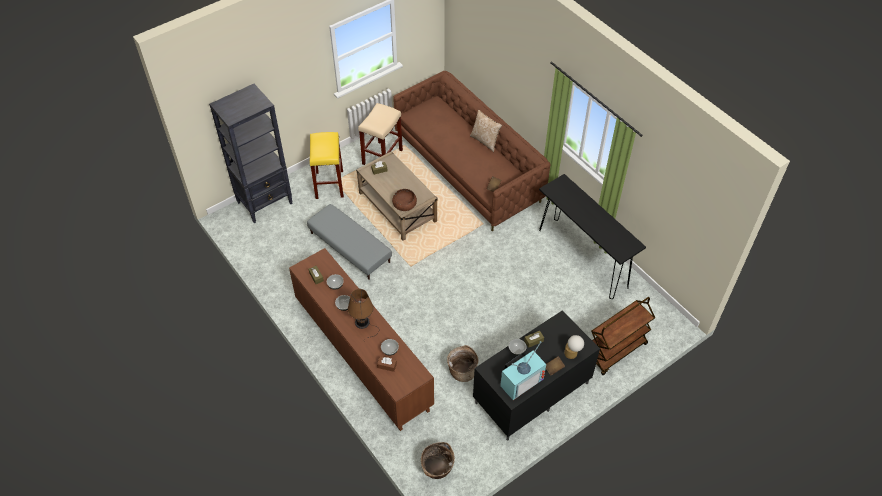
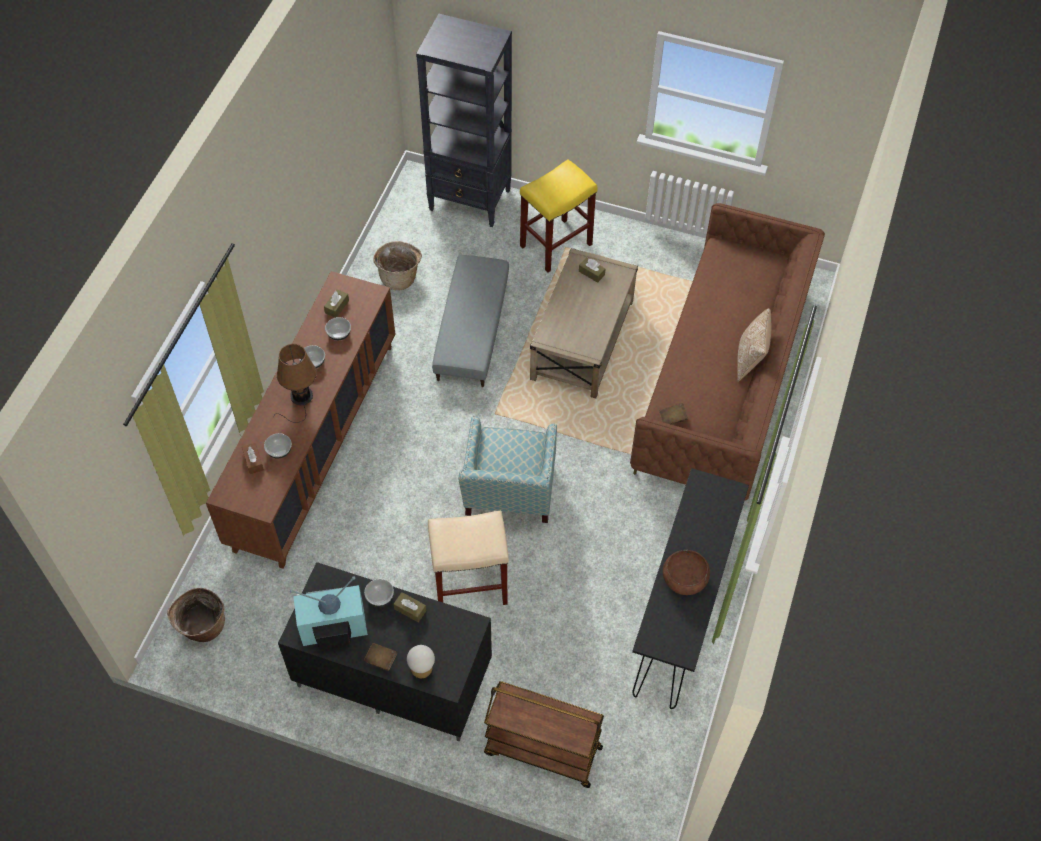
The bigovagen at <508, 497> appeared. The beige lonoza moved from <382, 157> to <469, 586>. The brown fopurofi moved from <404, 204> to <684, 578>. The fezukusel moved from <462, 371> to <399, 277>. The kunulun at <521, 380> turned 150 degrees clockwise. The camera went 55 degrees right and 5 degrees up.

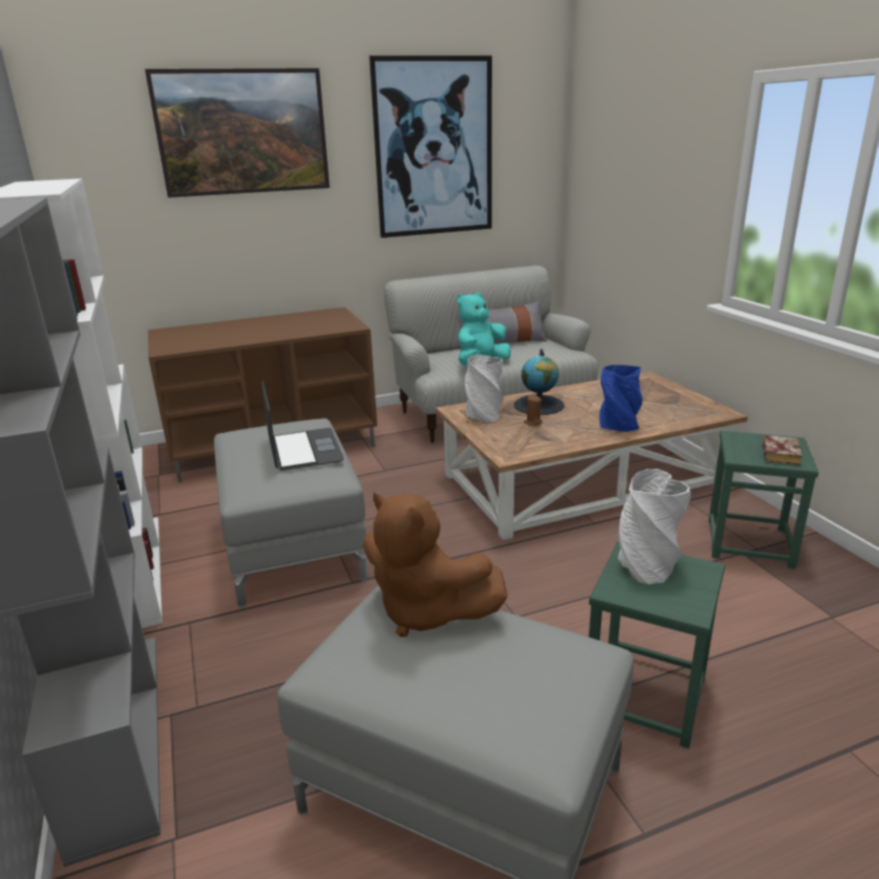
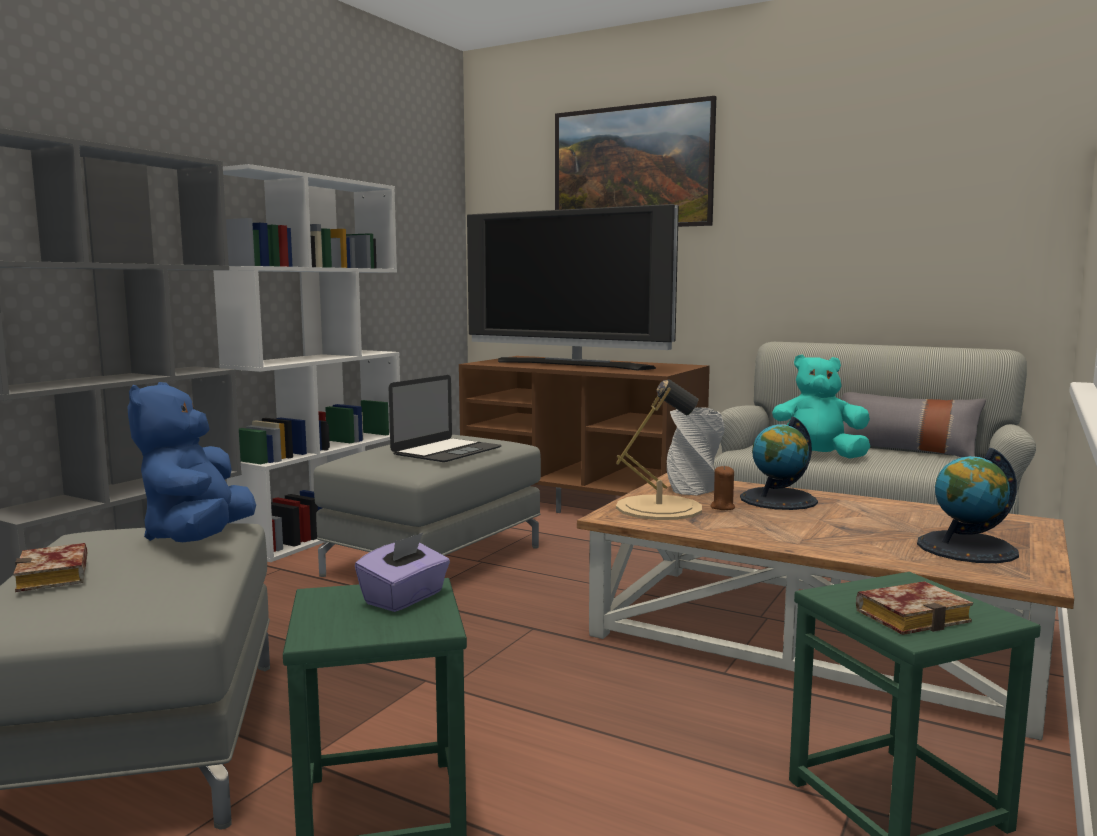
The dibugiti at <434, 148> disappeared. The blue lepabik at <619, 426> disappeared. The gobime at <56, 576> appeared. The kunulun at <572, 364> appeared. The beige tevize at <659, 507> appeared. The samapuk at <966, 548> appeared. The grey lepabik at <646, 564> was replaced by the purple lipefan at <405, 598>. The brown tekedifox at <425, 612> became the blue tekedifox at <198, 538>. The camera went 50 degrees right and 15 degrees down.

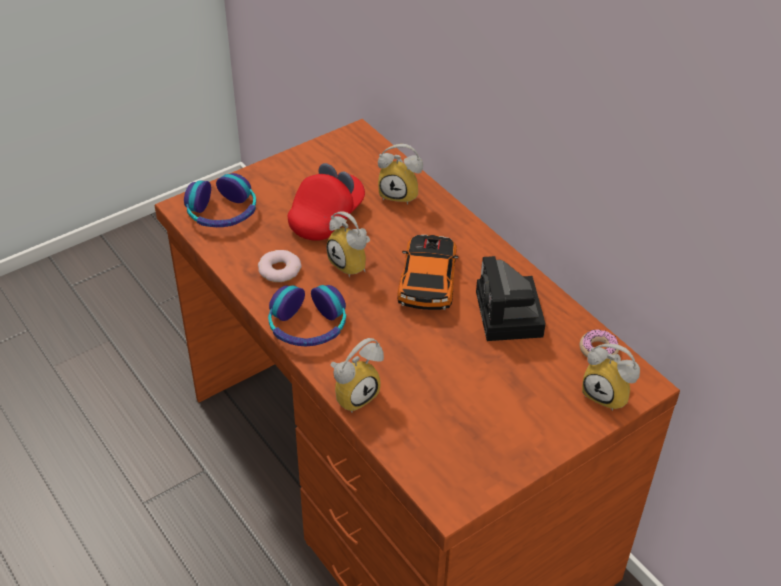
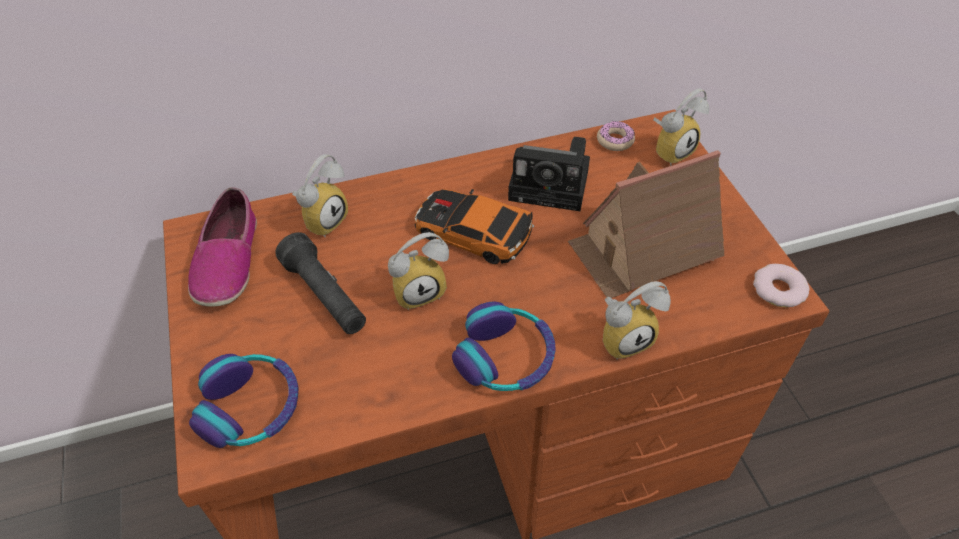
The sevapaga at <228, 261> appeared. The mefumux at <643, 250> appeared. The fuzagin moved from <279, 270> to <778, 289>. The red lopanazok at <327, 217> was replaced by the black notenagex at <325, 296>. The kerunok at <354, 393> turned 90 degrees clockwise. The camera went 70 degrees left and 5 degrees up.

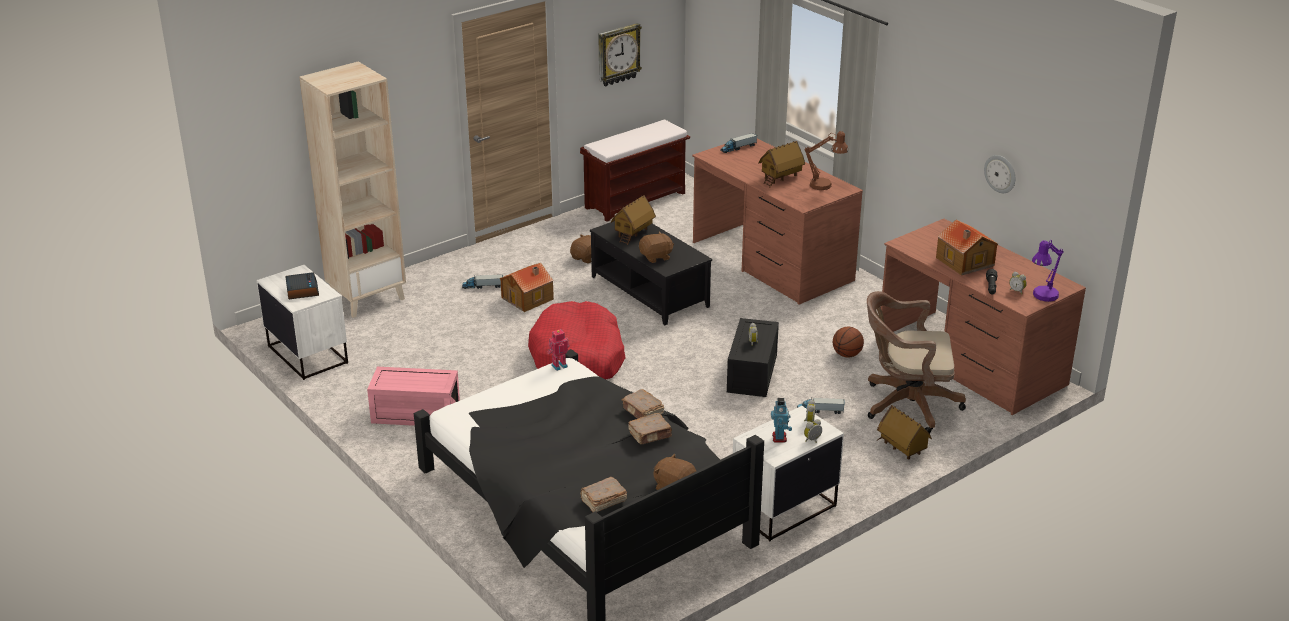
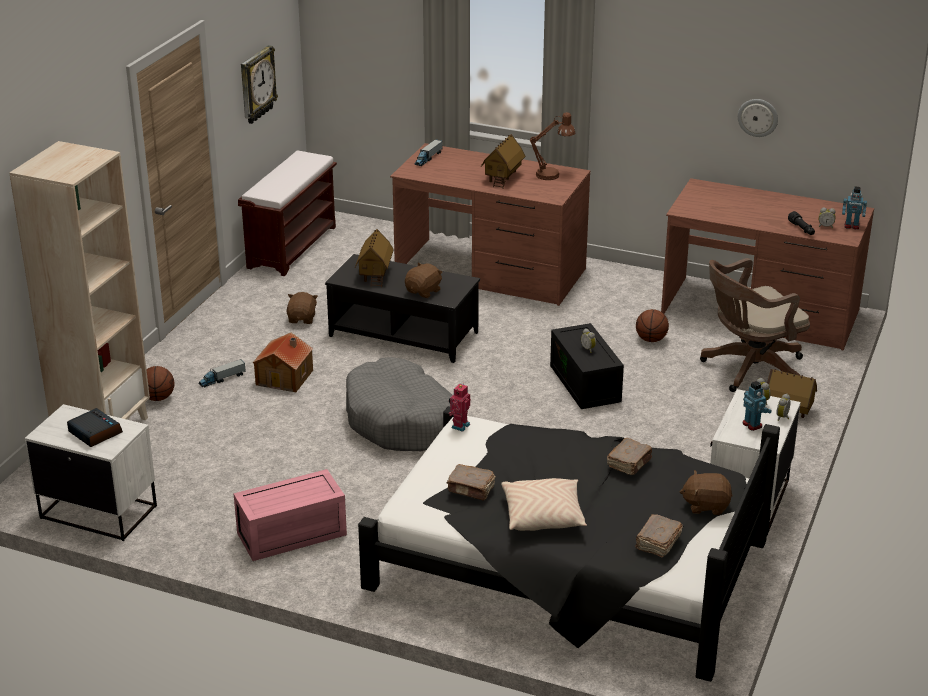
The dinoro at <820, 410> disappeared. The mefumux at <964, 262> disappeared. The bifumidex at <158, 398> appeared. The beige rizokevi at <543, 516> appeared. The brown gobime moved from <643, 412> to <471, 489>. The purple tevize at <1042, 297> was replaced by the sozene at <851, 226>. The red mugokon at <578, 357> became the grey mugokon at <402, 421>. The camera went 30 degrees left and 0 degrees up.

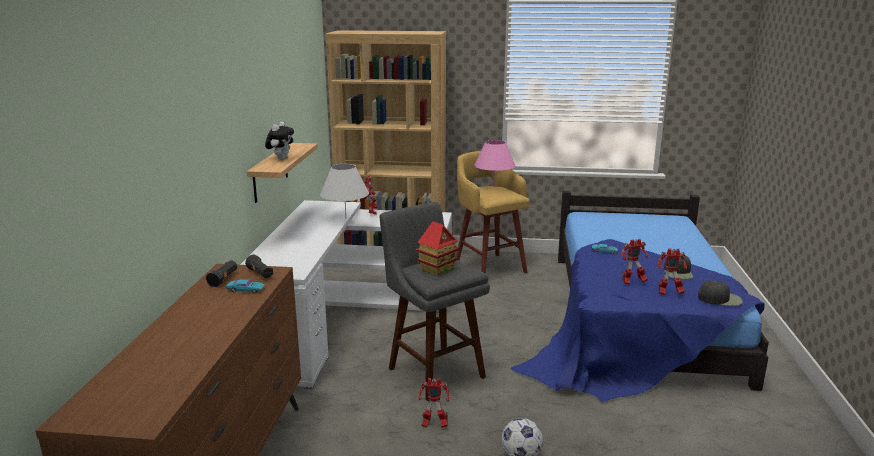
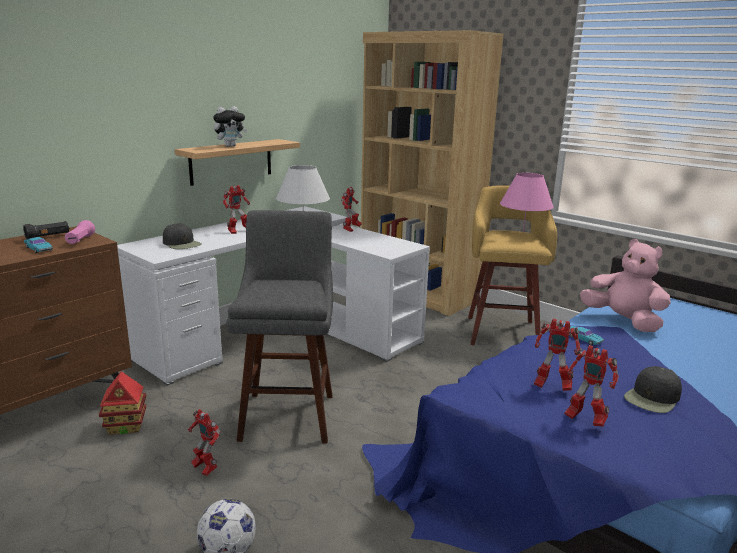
The sozene at <238, 231> appeared. The pink tekedifox at <623, 321> appeared. The mefumux moved from <437, 269> to <126, 426>. The black lopanazok moved from <720, 299> to <182, 244>. The black notenagex at <260, 274> became the pink notenagex at <80, 240>. The camera went 35 degrees right and 0 degrees up.

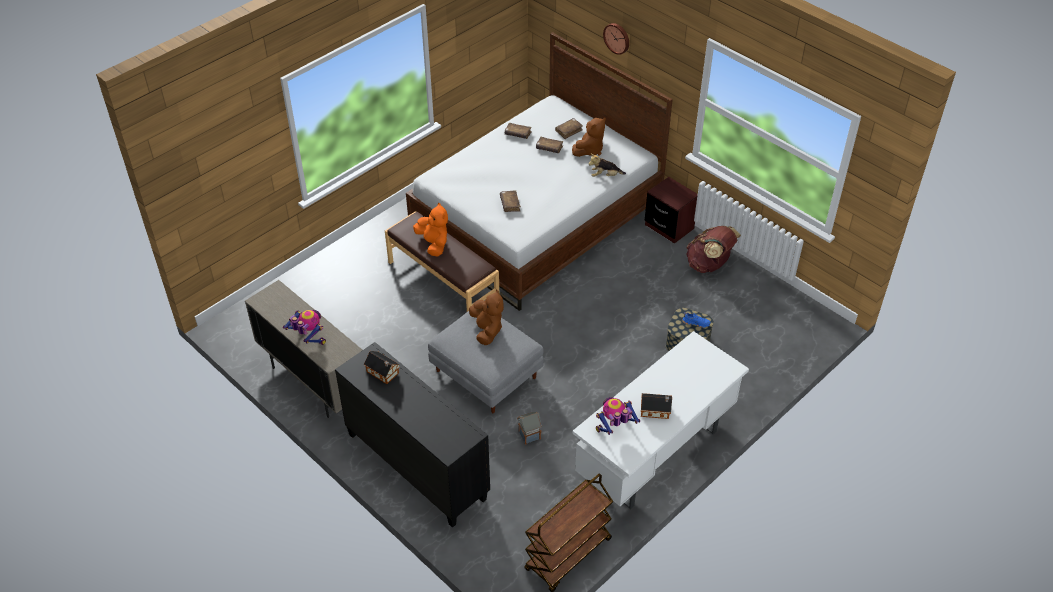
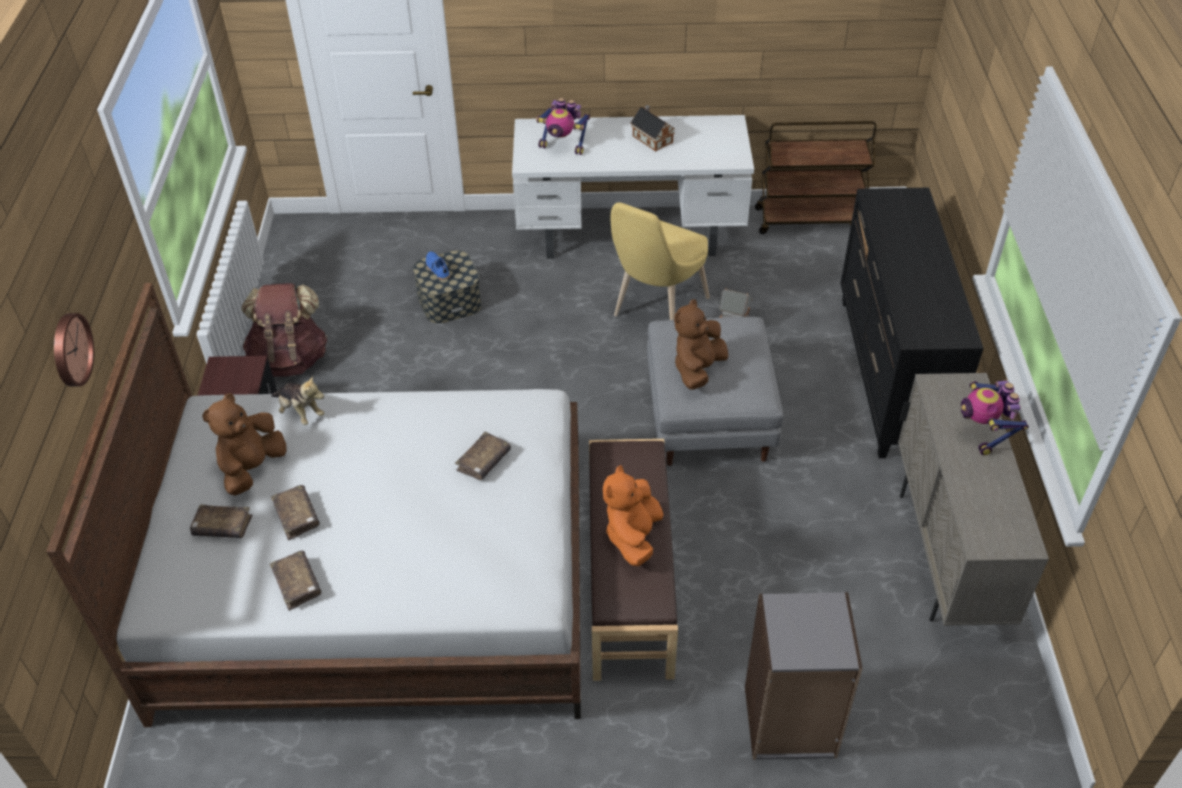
The mefumux at <383, 373> disappeared. The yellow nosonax at <656, 310> appeared. The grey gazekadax at <789, 722> appeared. The sozene moved from <615, 429> to <563, 147>. The brown tekedifox at <589, 150> turned 60 degrees counterclockwise. The camera went 135 degrees left and 0 degrees up.

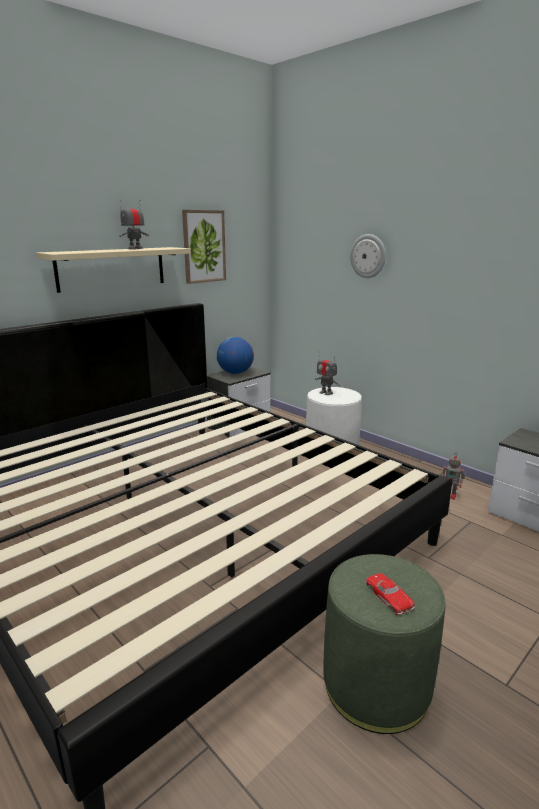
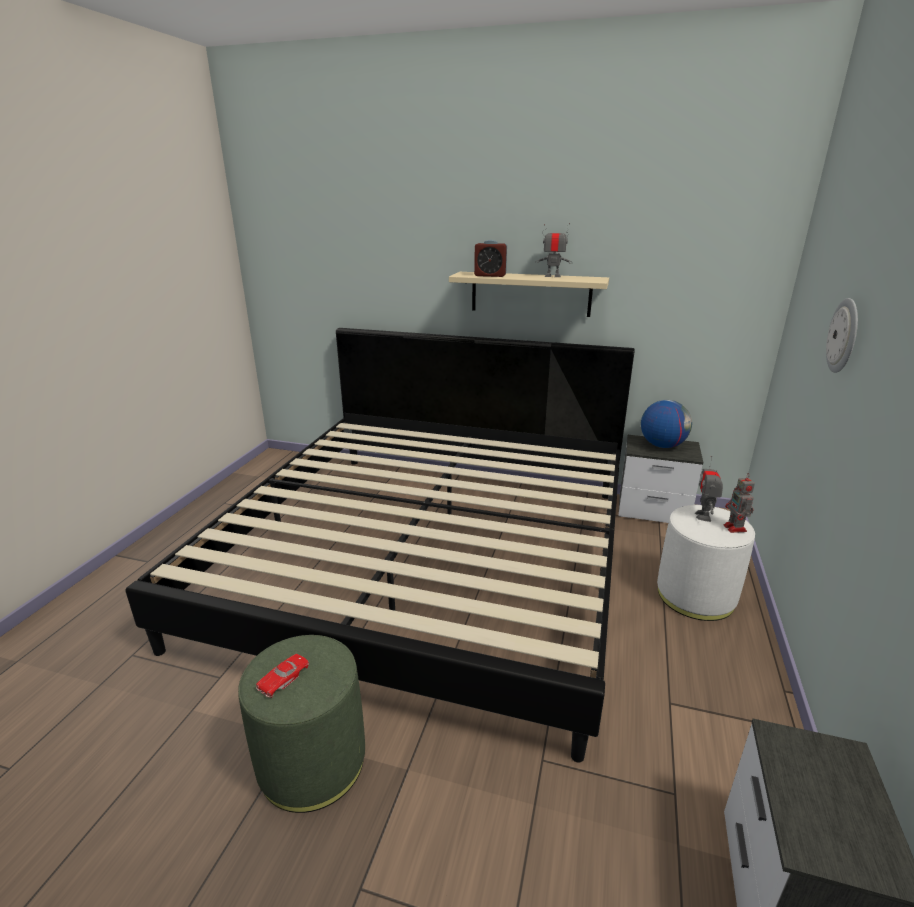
The dibugiti at <204, 246> disappeared. The kerunok at <490, 275> appeared. The sozene moved from <450, 495> to <735, 529>. The camera went 60 degrees right and 5 degrees up.

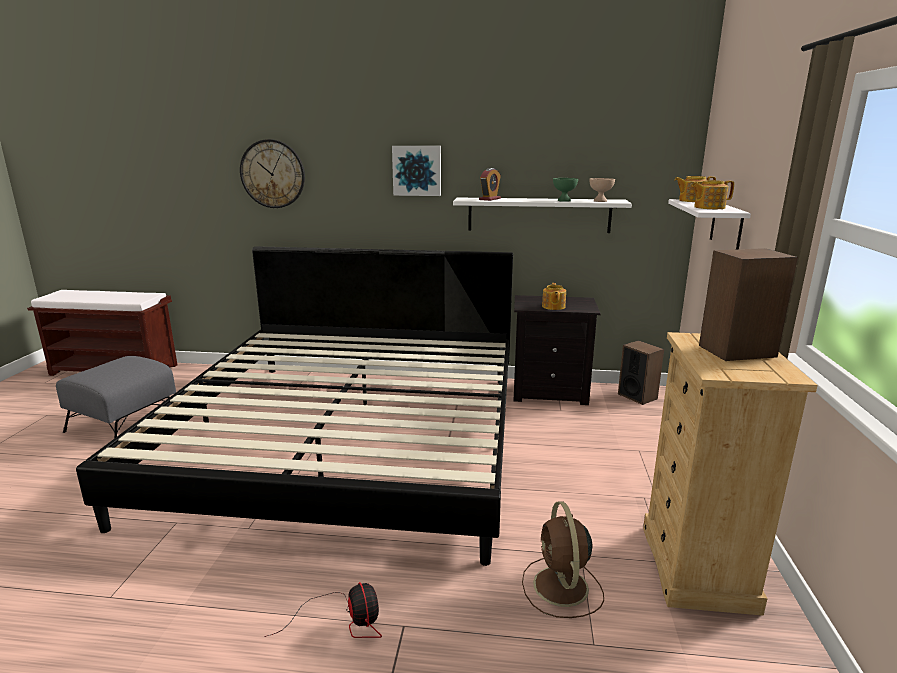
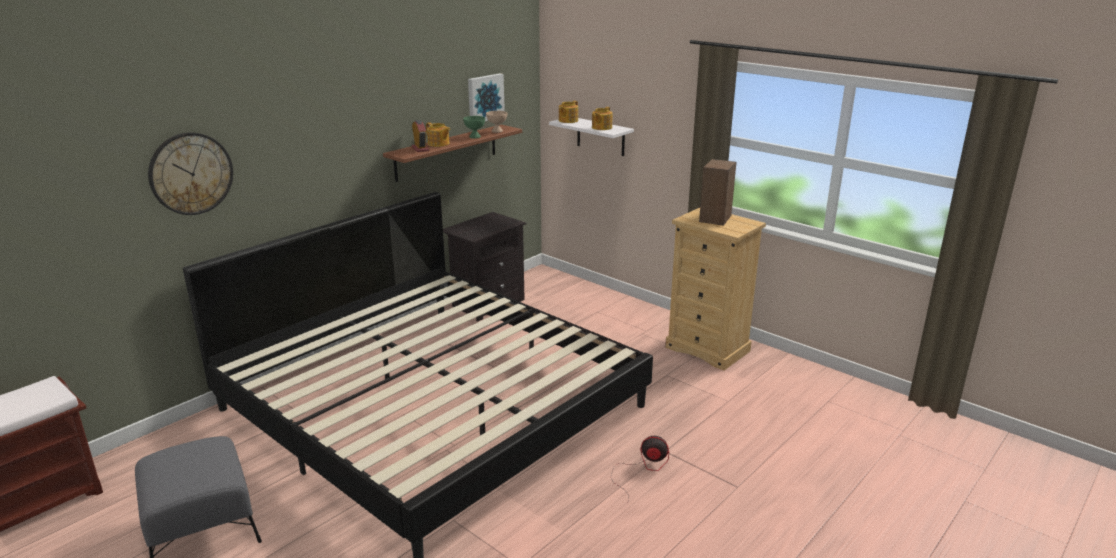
The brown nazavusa at <561, 588> disappeared. The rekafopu at <637, 396> disappeared. The dibugiti moved from <417, 170> to <485, 98>. The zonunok moved from <553, 307> to <438, 144>. The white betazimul at <539, 215> became the brown betazimul at <446, 152>. The camera went 55 degrees left and 5 degrees up.

